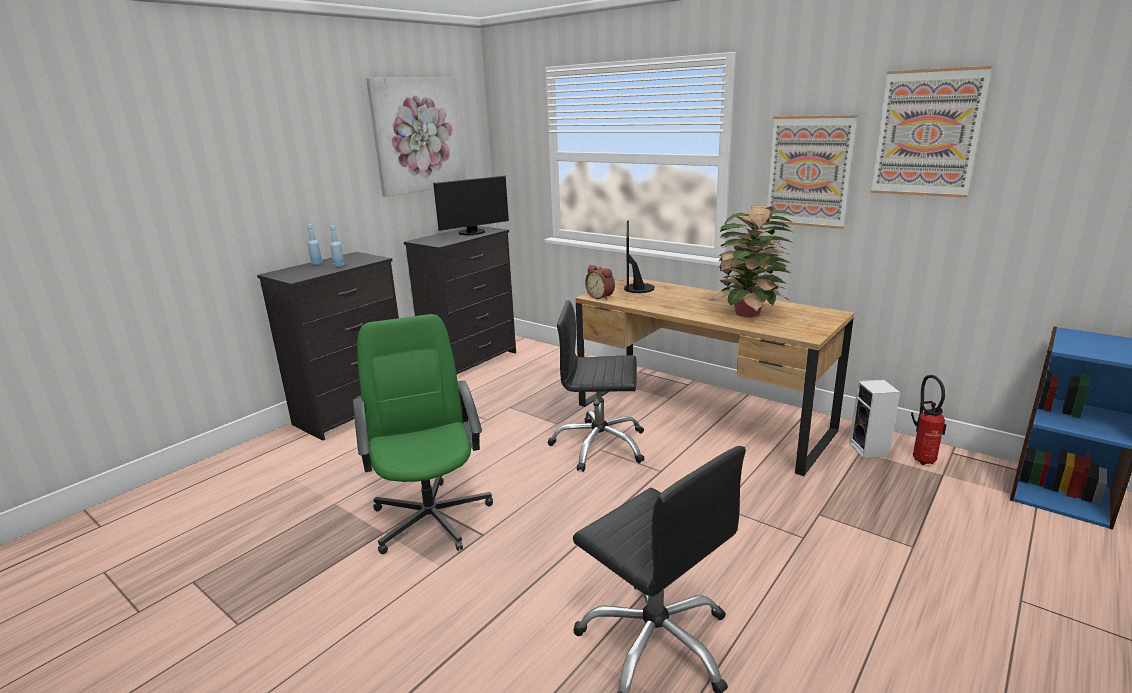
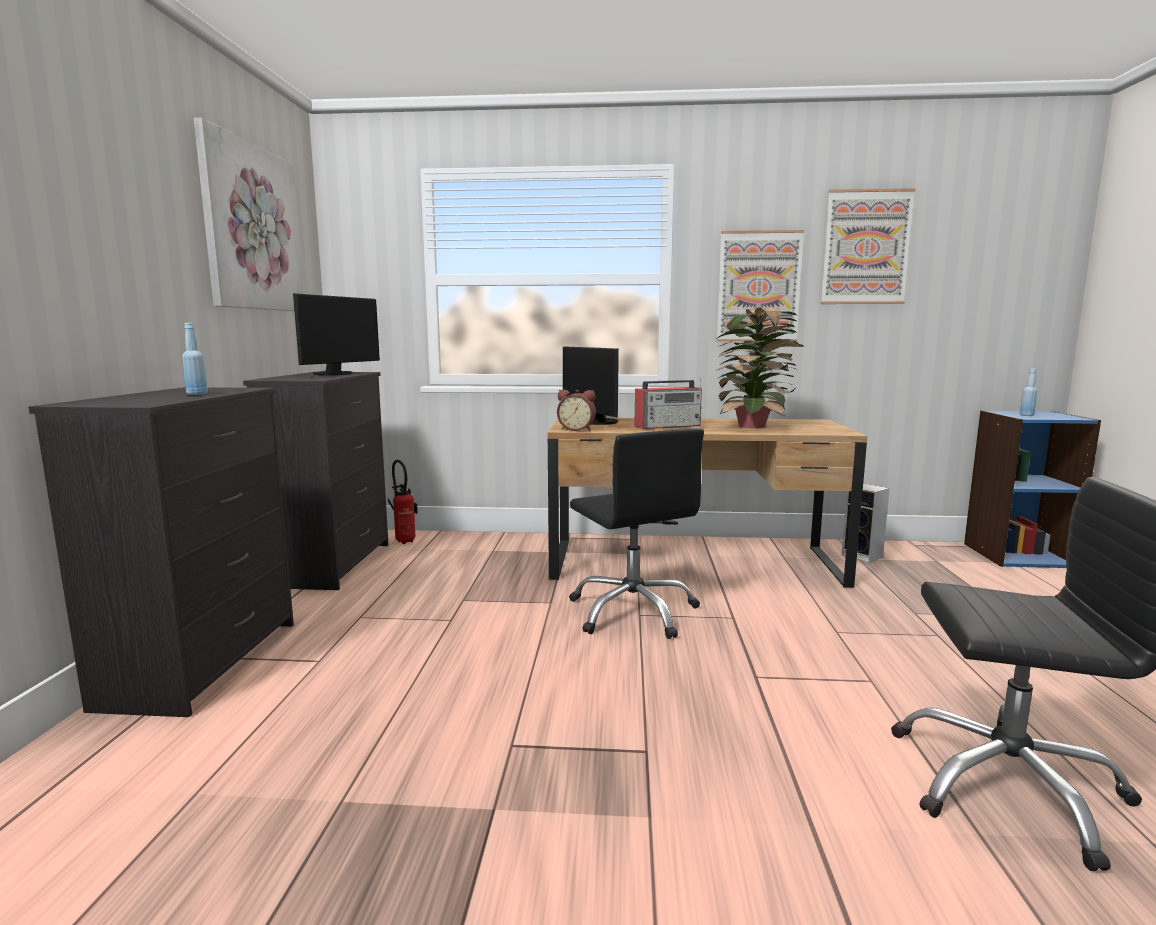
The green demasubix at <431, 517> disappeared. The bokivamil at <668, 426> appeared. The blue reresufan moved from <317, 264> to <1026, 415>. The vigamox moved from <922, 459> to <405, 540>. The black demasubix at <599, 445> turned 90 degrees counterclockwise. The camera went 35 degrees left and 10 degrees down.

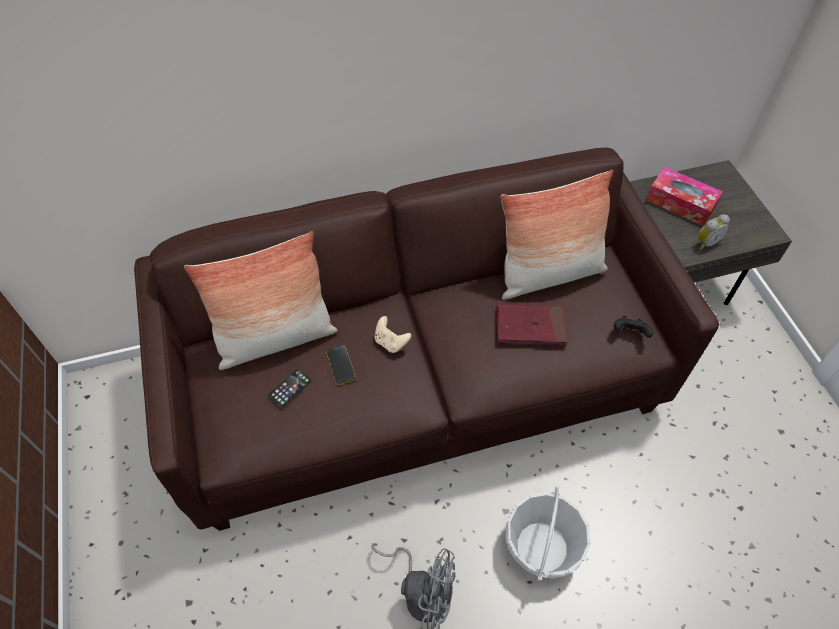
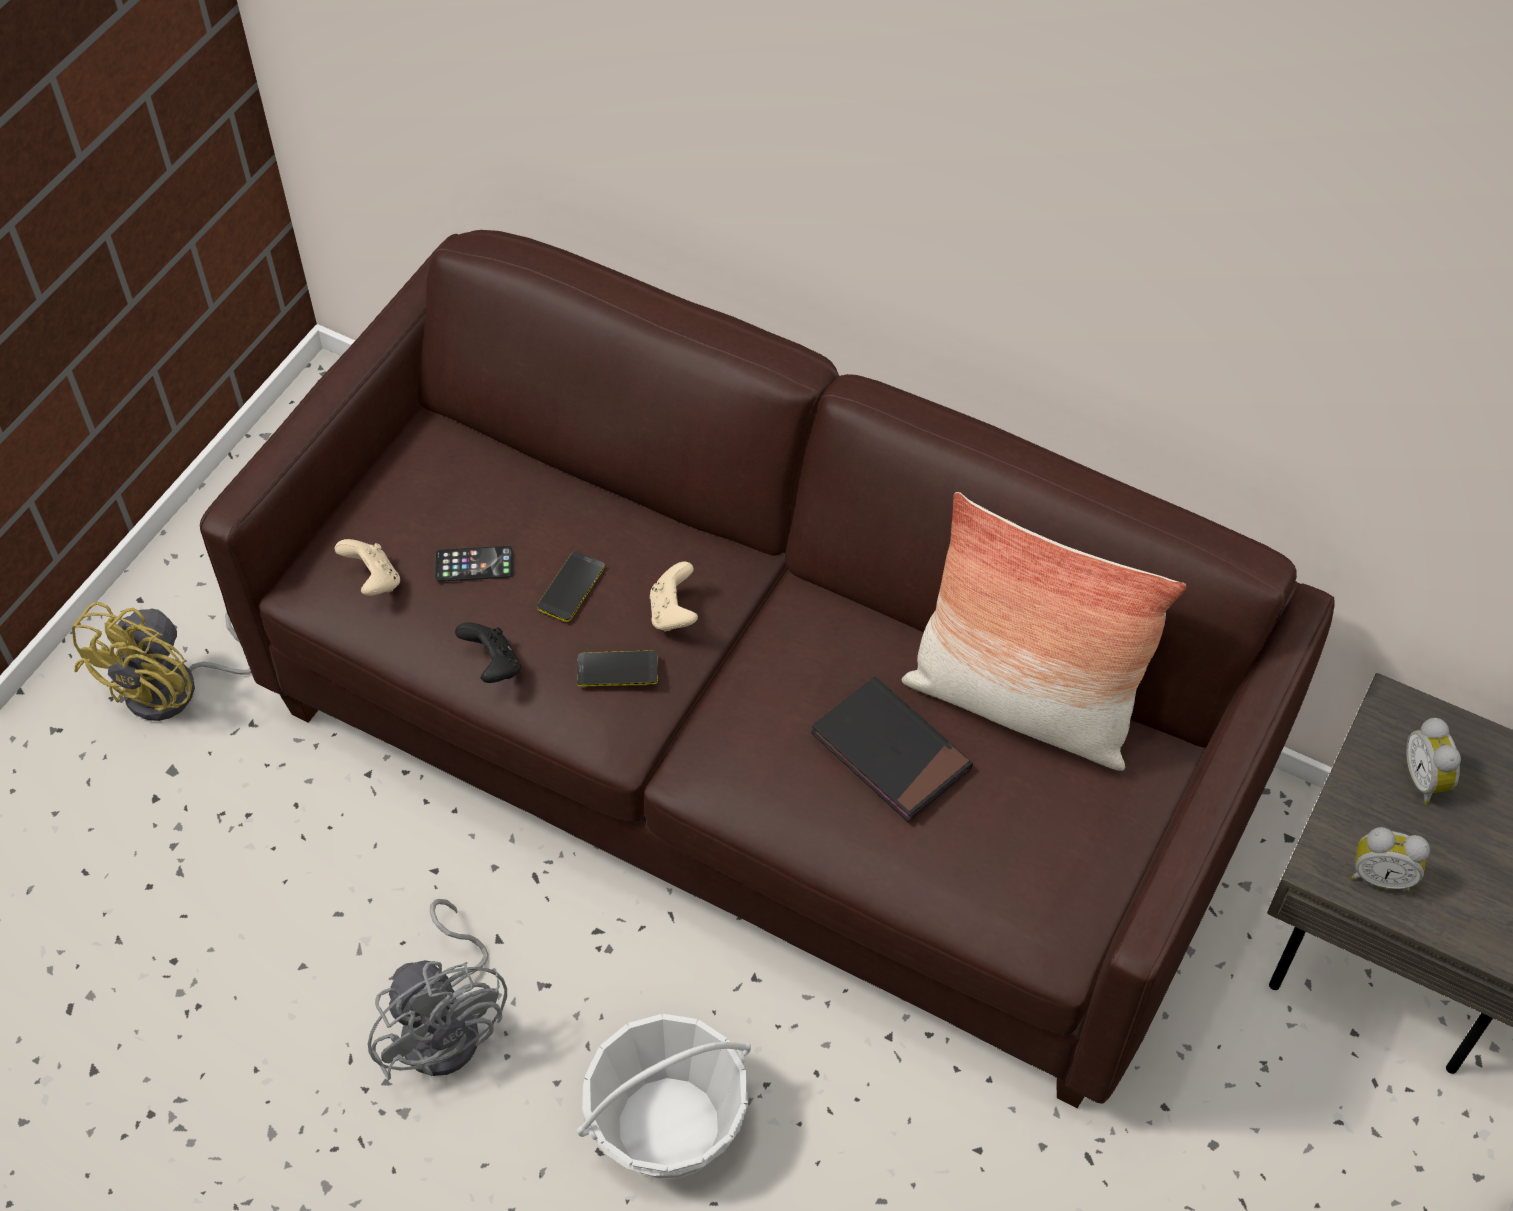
The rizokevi at <275, 339> disappeared. The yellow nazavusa at <178, 688> appeared. The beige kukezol at <373, 581> appeared. The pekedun at <617, 669> appeared. The black kukezol moved from <630, 333> to <493, 665>. The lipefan at <680, 203> was replaced by the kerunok at <1426, 780>. The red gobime at <530, 327> became the black gobime at <890, 753>. The camera went 45 degrees right and 0 degrees up.

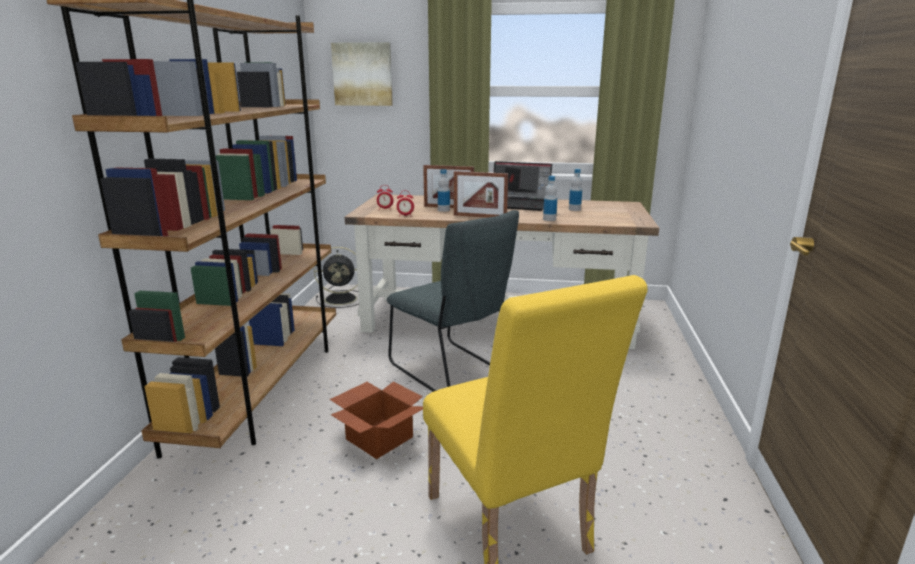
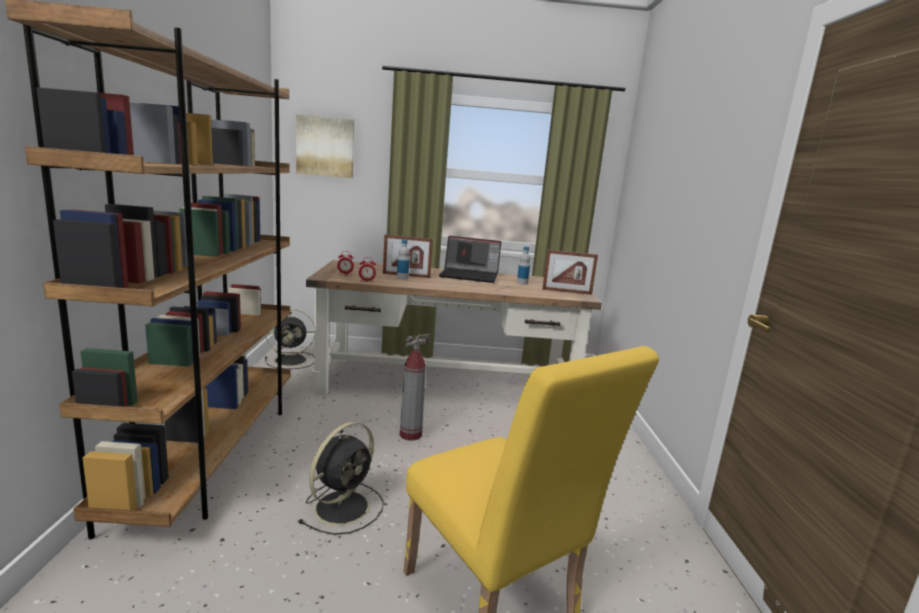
The reresufan at <549, 219> disappeared. The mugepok moved from <480, 216> to <566, 291>. The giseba at <379, 437> was replaced by the black nazavusa at <344, 506>. The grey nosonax at <452, 371> was replaced by the vigamox at <410, 435>. The camera went 10 degrees left and 5 degrees down.

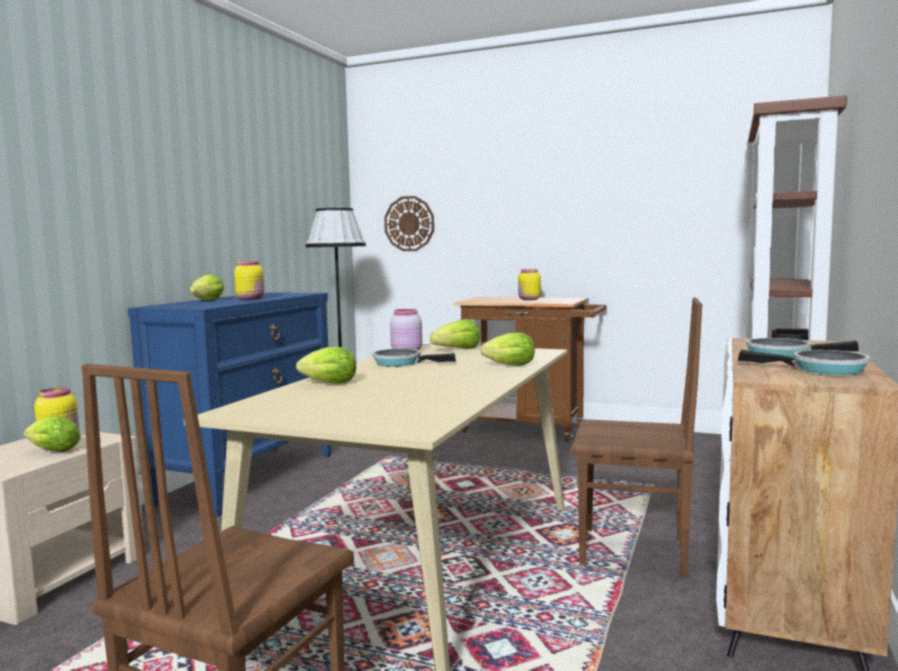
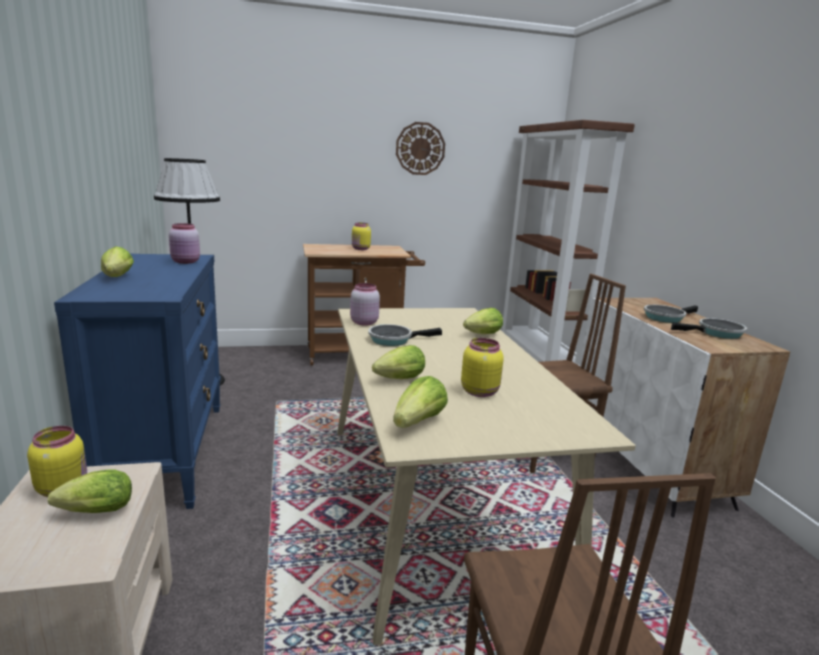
The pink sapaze at <186, 262> appeared. The yellow sapaze moved from <251, 299> to <480, 391>. The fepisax moved from <409, 223> to <420, 148>. The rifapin moved from <457, 350> to <418, 422>. The camera went 35 degrees left and 10 degrees up.

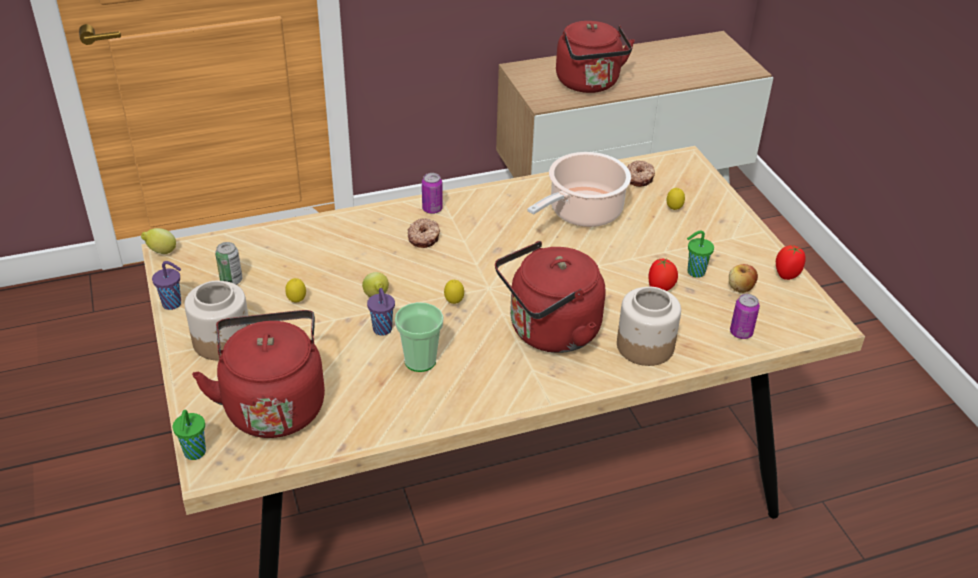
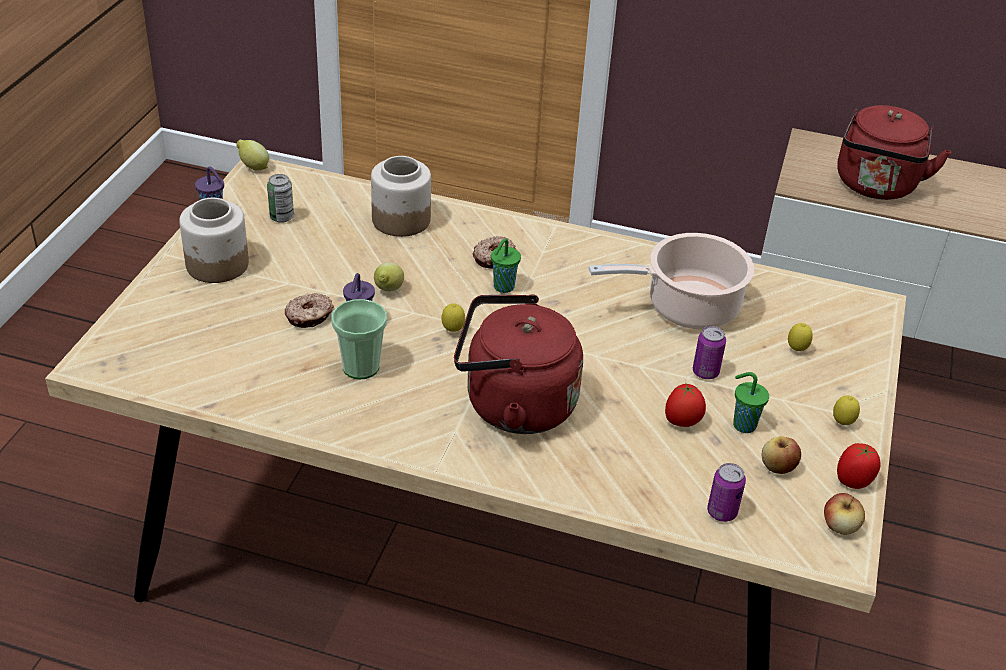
The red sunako at <273, 404> disappeared. The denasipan at <840, 526> appeared. The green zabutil moved from <194, 453> to <503, 287>. The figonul moved from <297, 301> to <842, 423>. The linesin moved from <432, 209> to <705, 372>. The sapaze moved from <644, 346> to <400, 220>. The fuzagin moved from <639, 178> to <309, 316>. The camera went 35 degrees right and 0 degrees up.

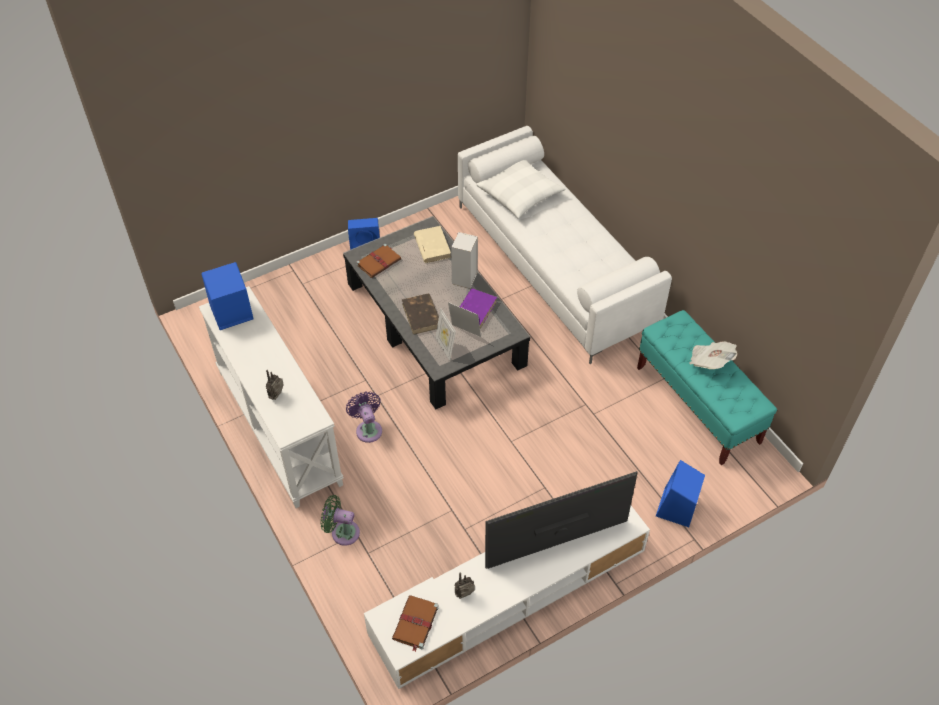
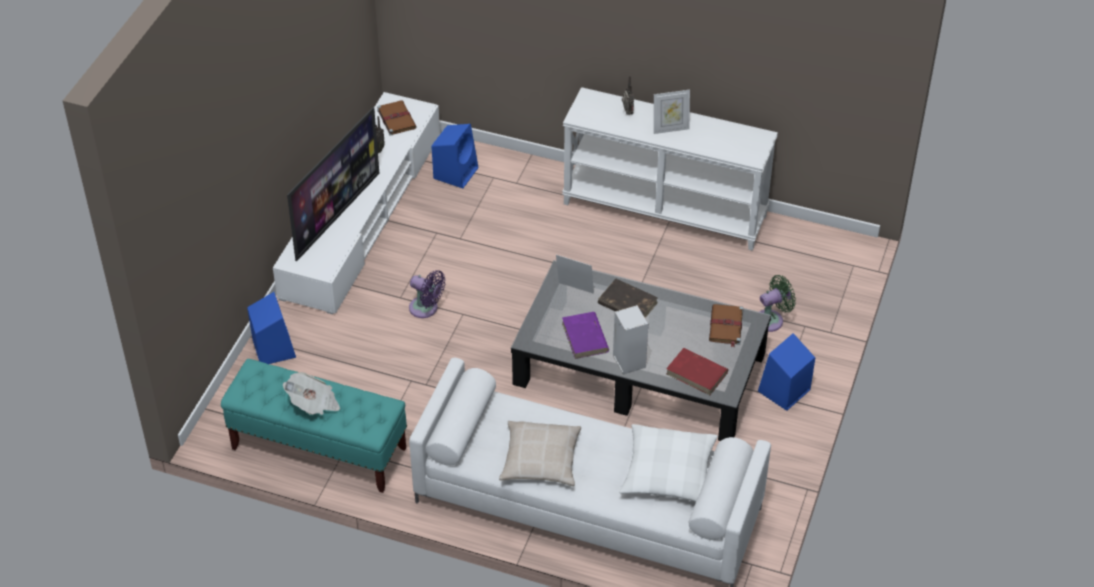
The beige rizokevi at <540, 460> appeared. The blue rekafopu moved from <230, 313> to <456, 172>. The green nazavusa moved from <342, 532> to <771, 320>. The purple nazavusa moved from <368, 429> to <426, 309>. The mugepok moved from <464, 333> to <670, 129>. The beige gobime at <432, 246> became the red gobime at <697, 373>. The camera went 140 degrees right and 5 degrees down.

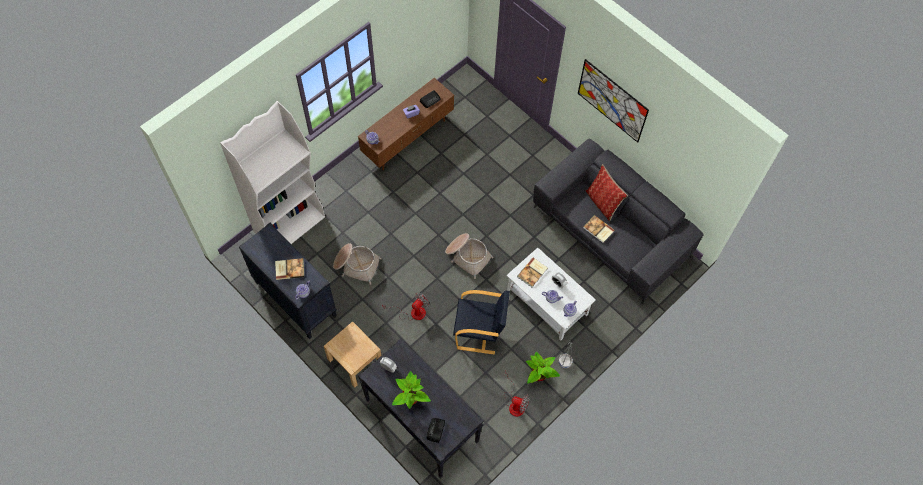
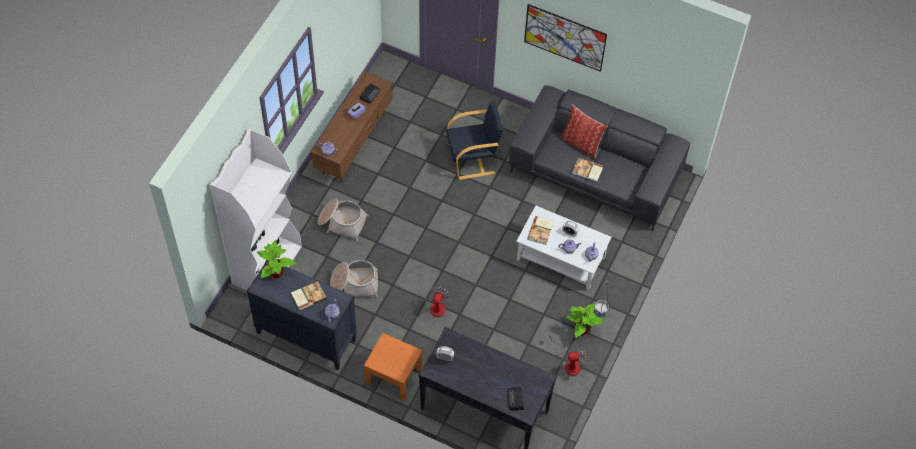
The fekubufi moved from <410, 399> to <276, 273>. The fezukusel moved from <467, 256> to <342, 222>. The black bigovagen moved from <479, 331> to <473, 159>. The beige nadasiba at <355, 361> became the orange nadasiba at <393, 376>. The camera went 20 degrees left and 5 degrees down.

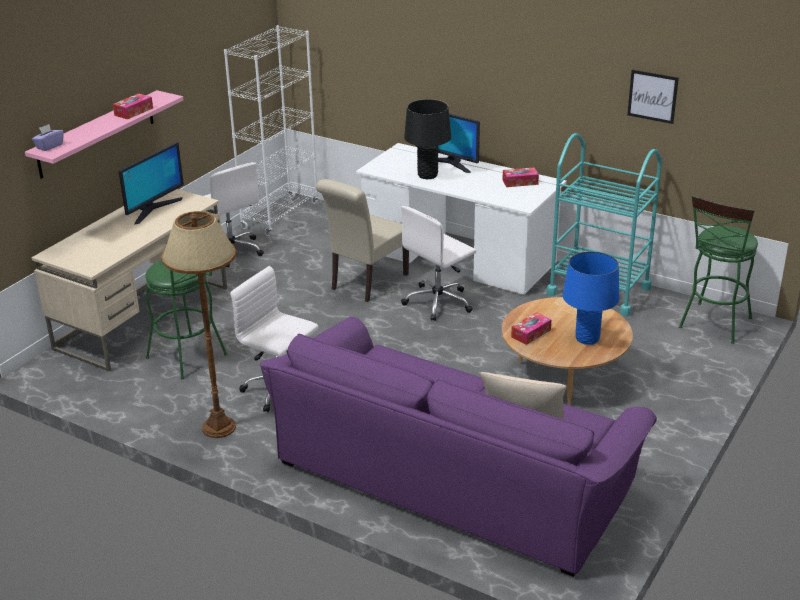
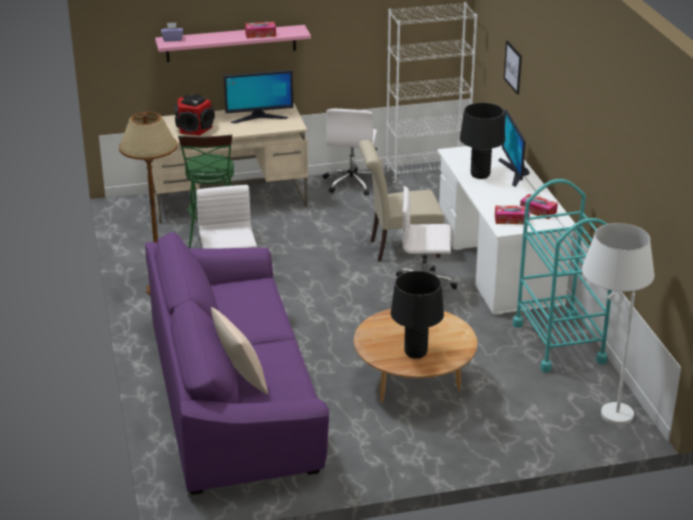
The rekafopu at <194, 128> appeared. The lipefan moved from <531, 333> to <511, 219>. The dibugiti moved from <652, 96> to <513, 67>. The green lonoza at <713, 325> was replaced by the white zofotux at <600, 417>. The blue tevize at <587, 339> became the black tevize at <416, 352>. The camera went 45 degrees right and 0 degrees up.

